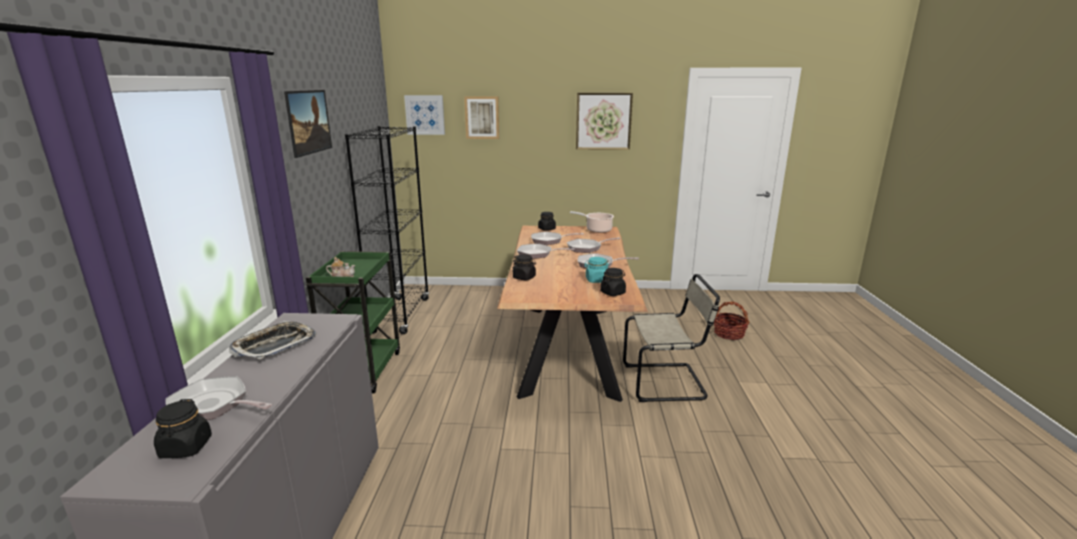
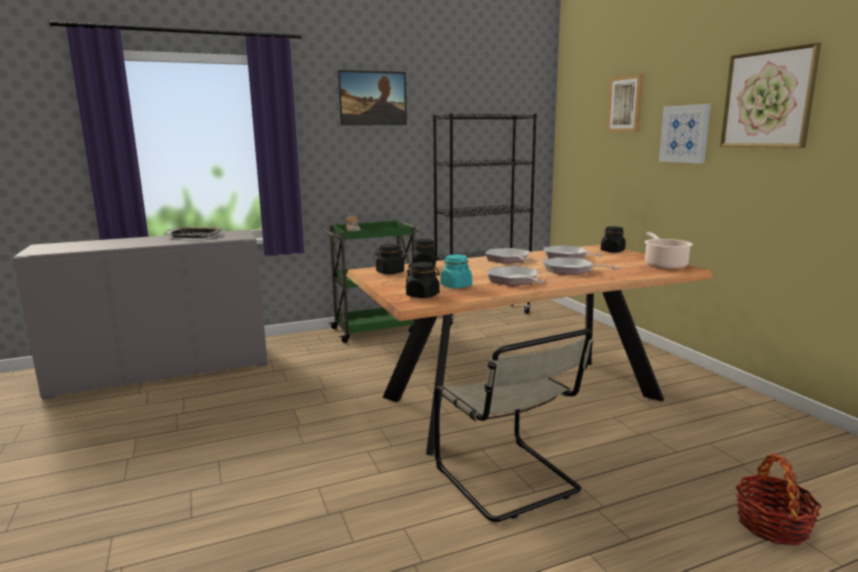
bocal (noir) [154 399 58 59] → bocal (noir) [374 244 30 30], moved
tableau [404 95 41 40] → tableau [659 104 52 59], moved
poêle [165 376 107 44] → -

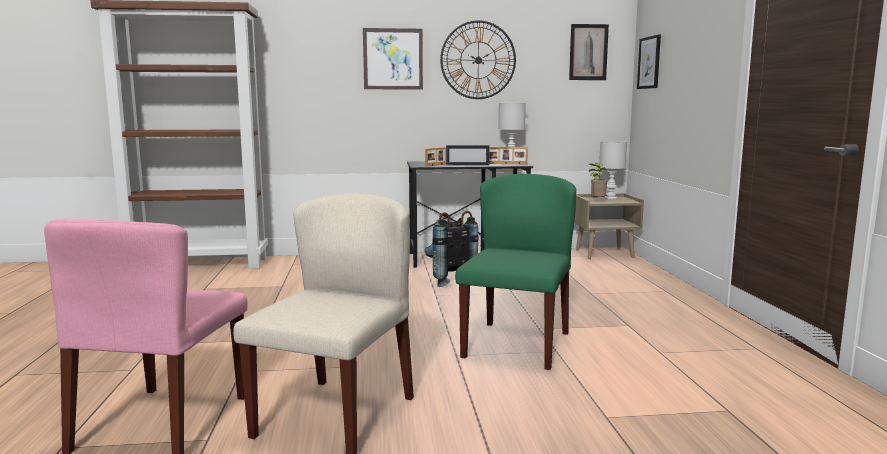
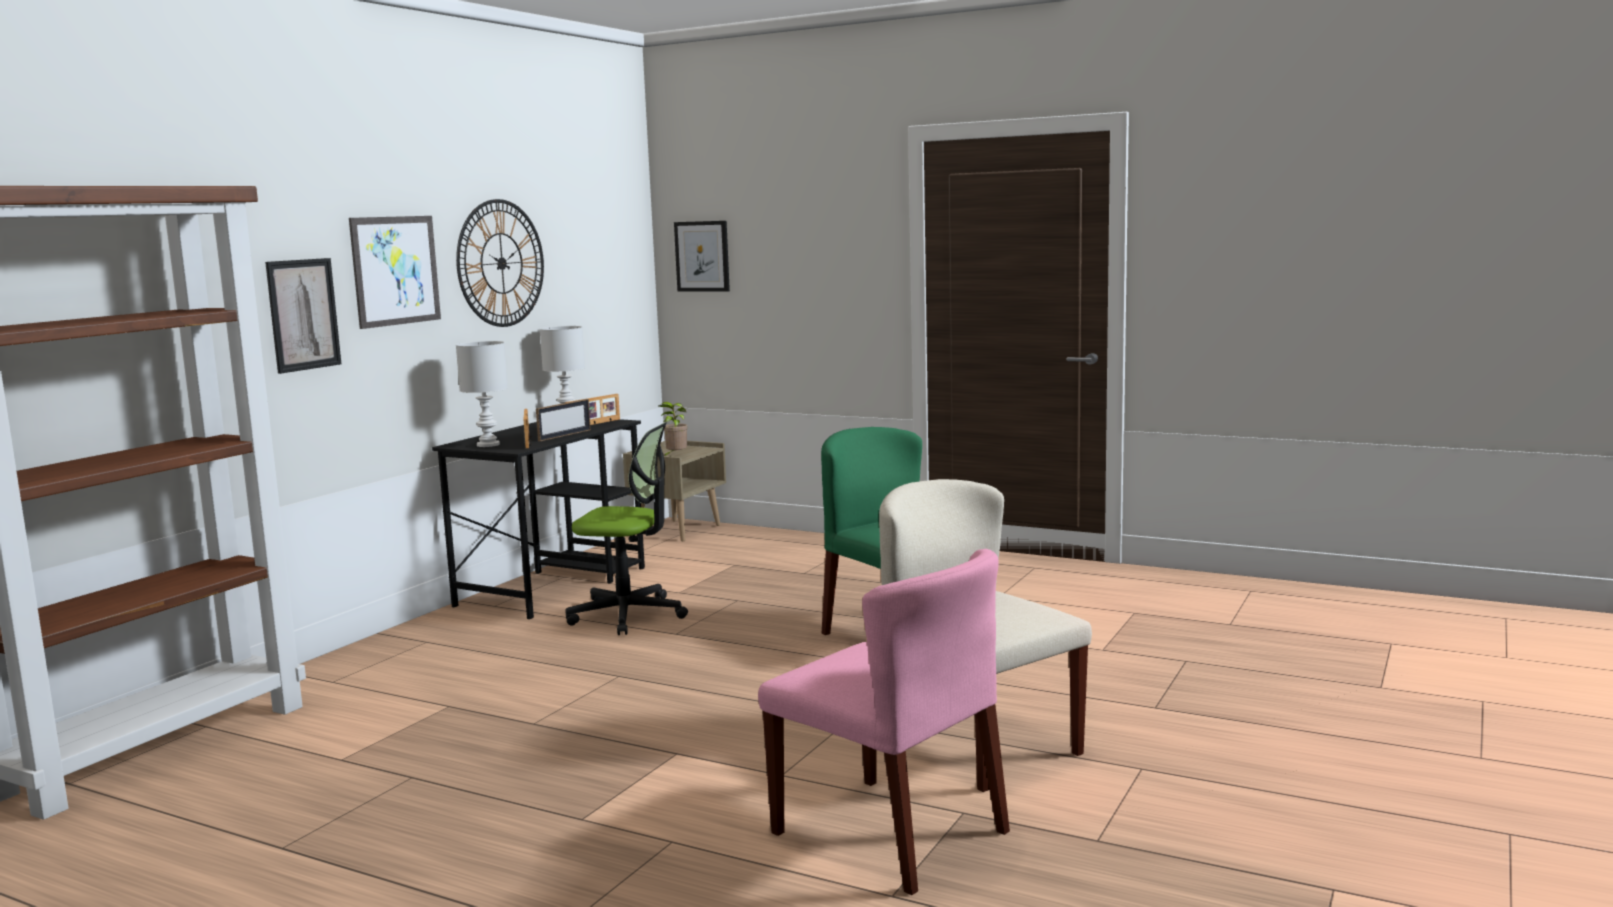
tableau [569 24 40 56] → tableau [265 258 76 116], moved
lampe de table (blanc) [599 141 28 58] → lampe de table (blanc) [456 341 52 106], moved
sac à dos (noir) [425 211 54 76] → chaise de bureau [566 422 122 213]

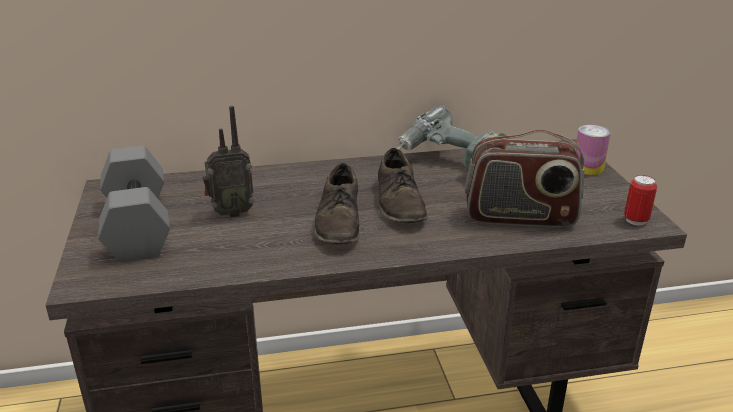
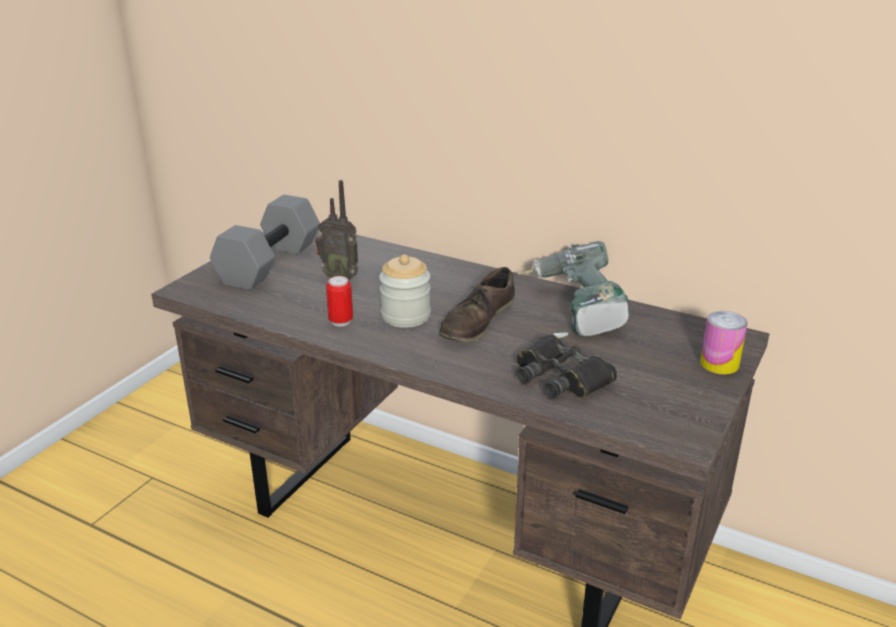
boîte métallique [624 175 33 51] → boîte métallique [326 276 27 51], moved
chaussure (marron) [314 163 46 82] → bocal [379 255 52 73]
radio [465 129 119 99] → jumelles (noir) [516 335 101 65]

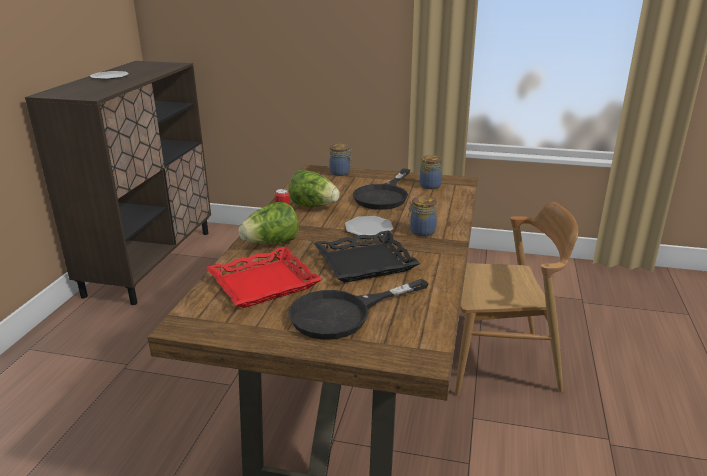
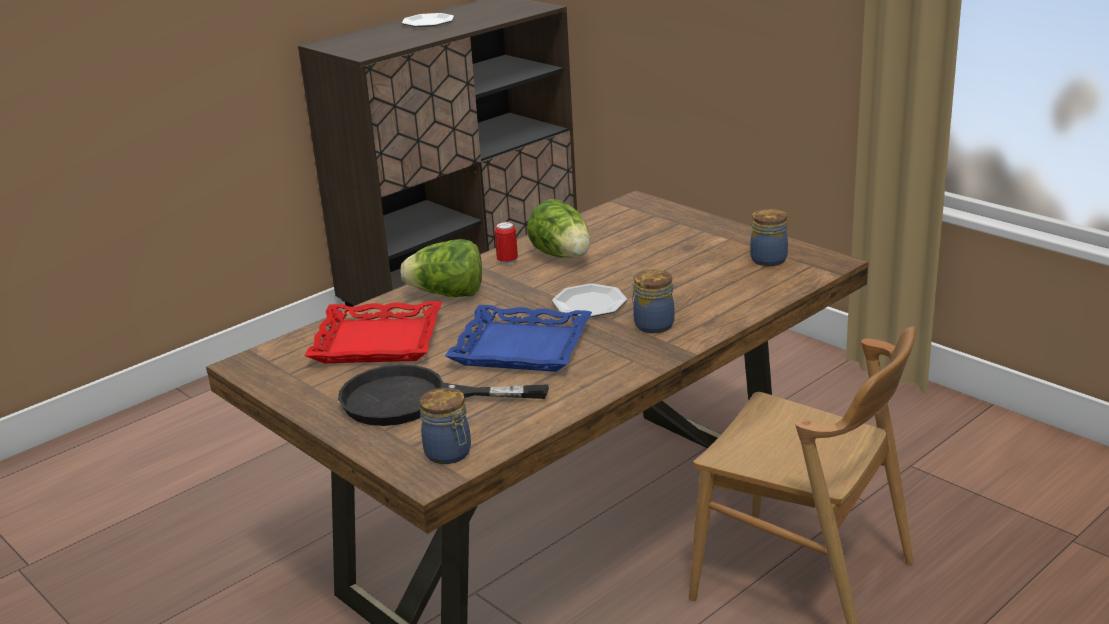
bocal [329 144 24 32] → bocal [419 388 52 76], moved
plateau (noir) [314 231 107 52] → plateau (bleu) [445 305 147 67]
poêle (noir) [353 168 57 42] → -

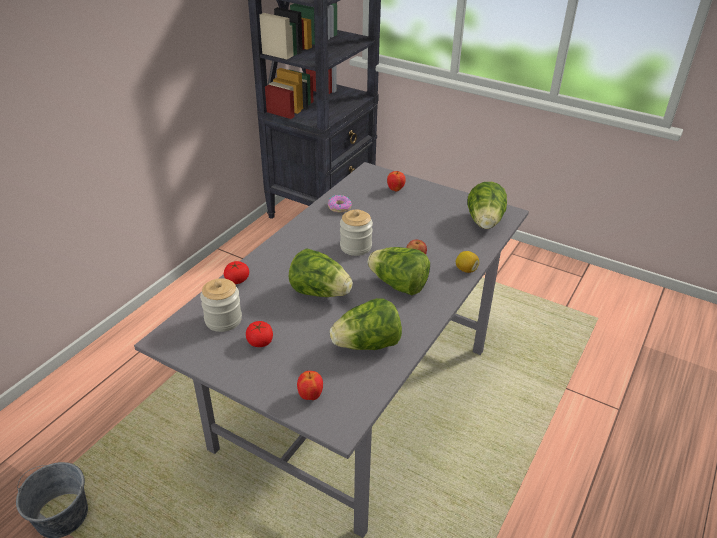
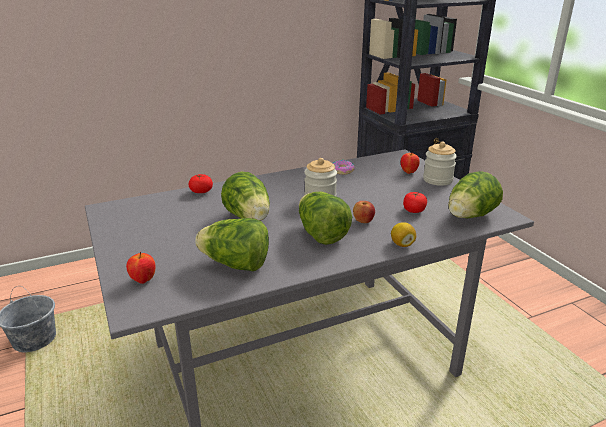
tomate [246 321 27 26] → tomate [403 192 24 21], moved
bocal [200 278 42 54] → bocal [423 142 34 44], moved

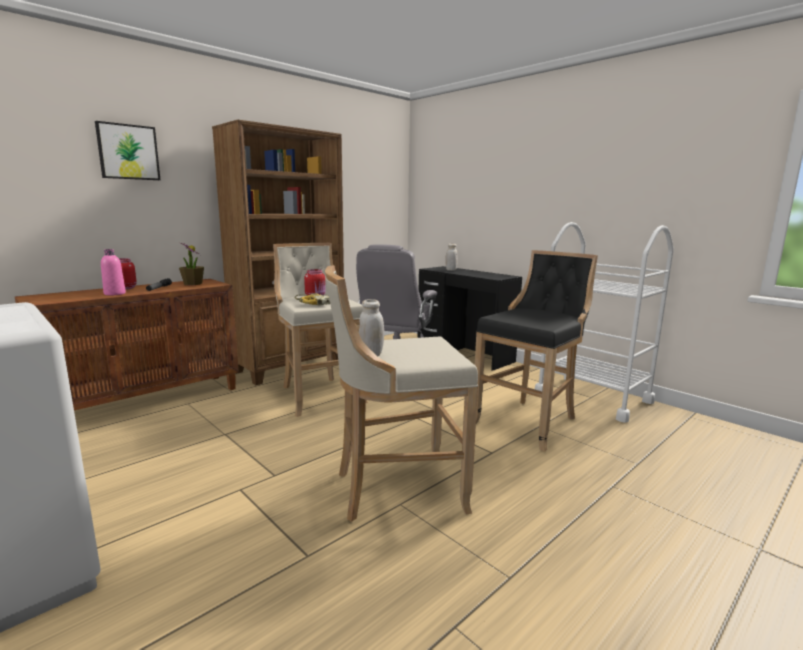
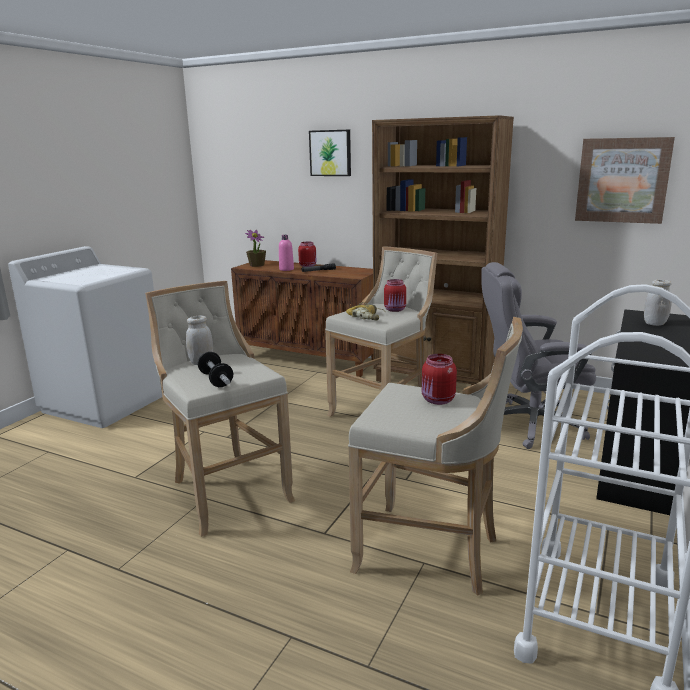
- → haltère [198 352 35 35]
plante en pot [179 243 25 42] → plante en pot [245 230 21 37], moved
tabouret (noir) [475 250 123 202] → tabouret (beige) [348 317 175 279]
- → bocal (rouge) [422 354 35 51]
- → tableau [575 137 100 87]

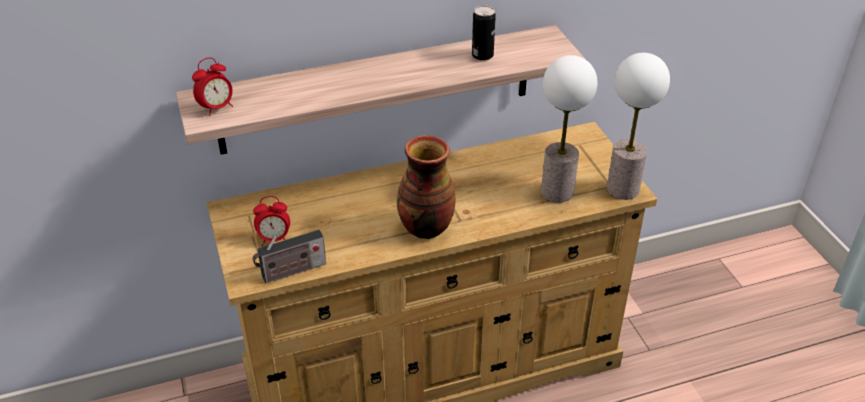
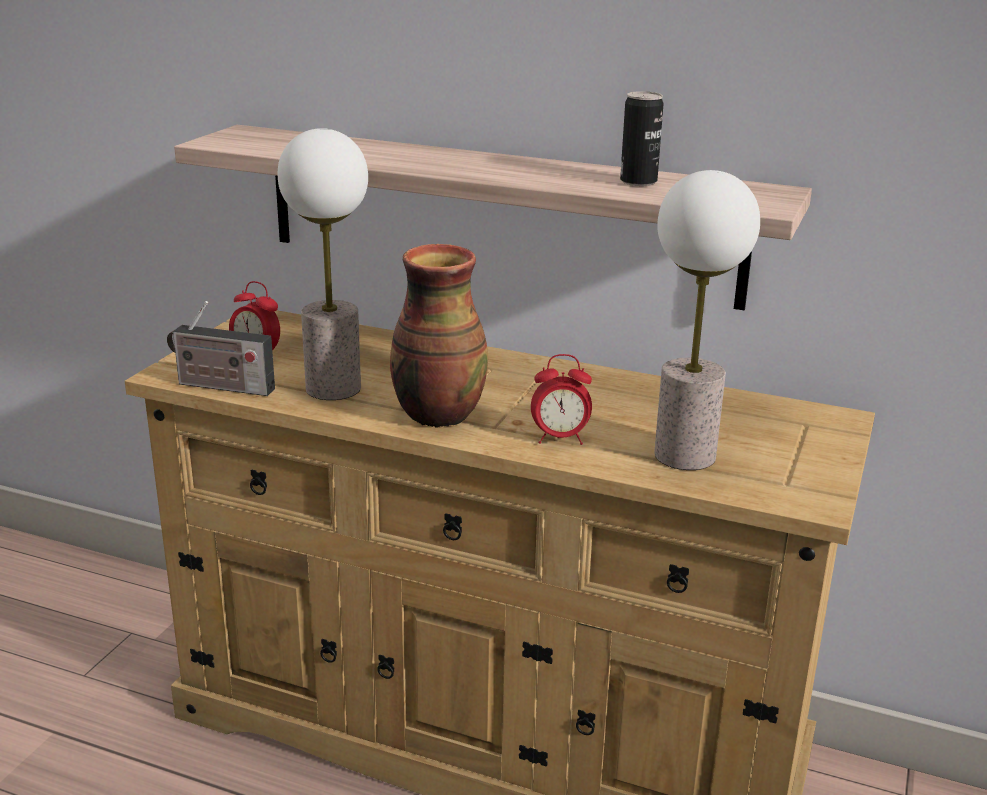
lampe de table [607 53 63 147] → lampe de table [278 128 90 272], moved
réveil [192 57 41 59] → réveil [531 354 61 91], moved

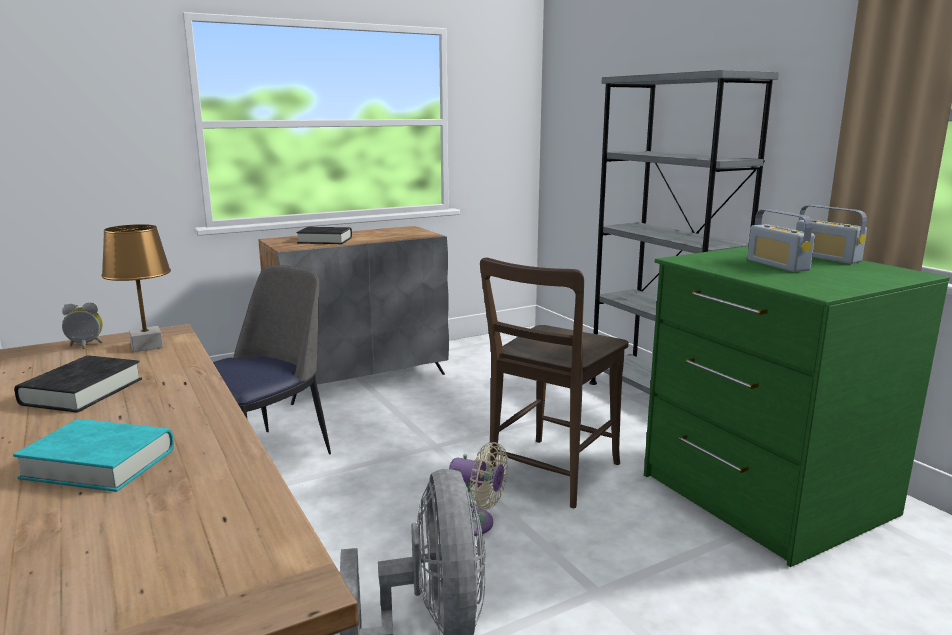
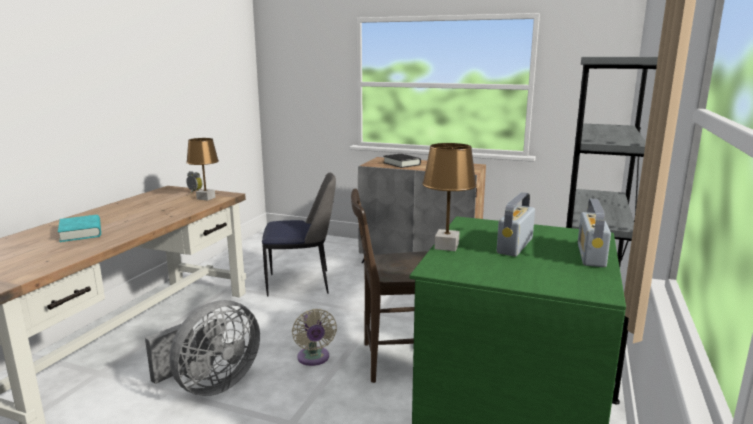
- → lampe de table (marron) [422 143 55 108]
livre (noir) [14 355 128 58] → -

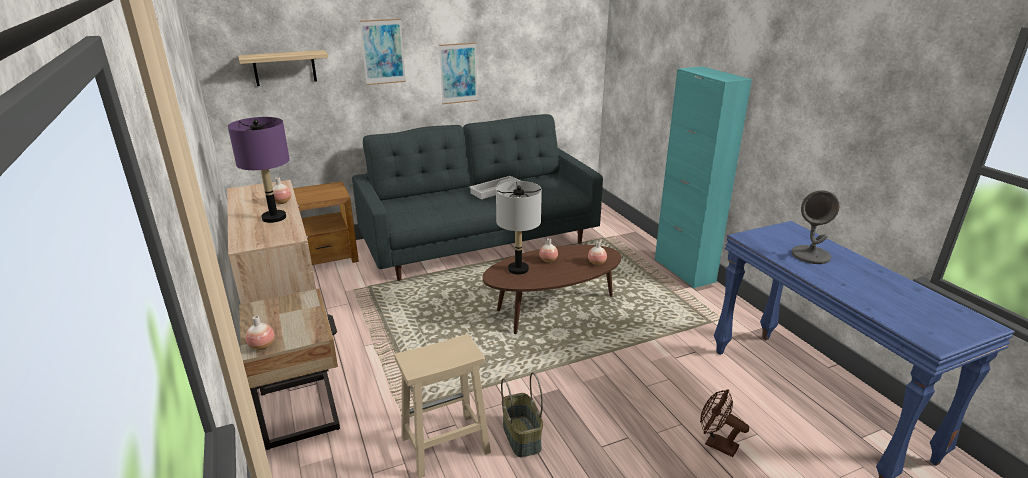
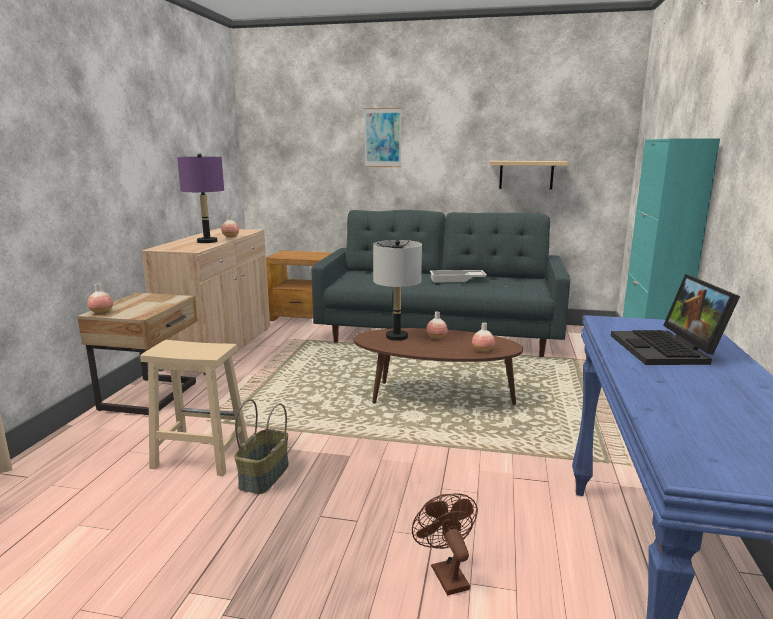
étagère [238 50 90 36] → étagère [490 161 78 29], moved
lampe de table (gris) [792 190 48 74] → ordinateur portable [611 274 129 91]
tableau [439 42 39 62] → -

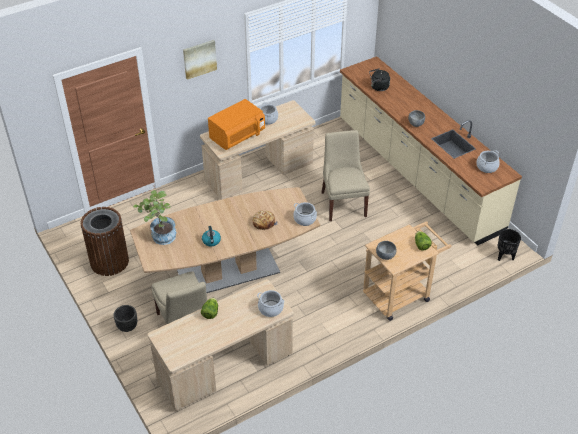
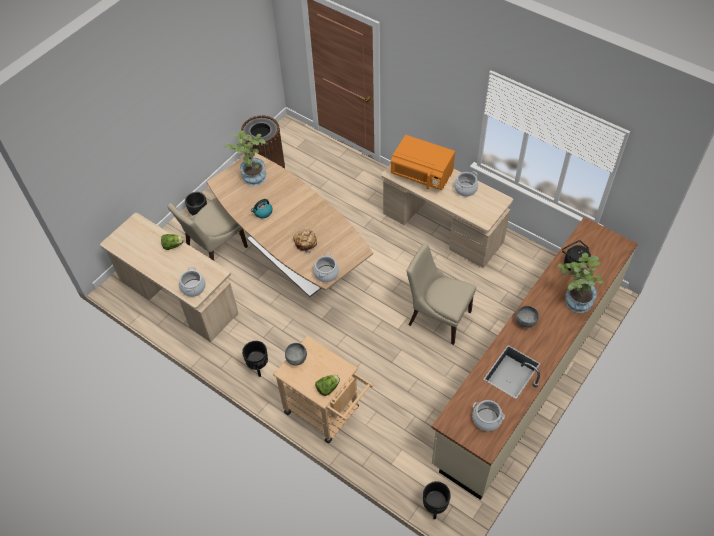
- → cache-pot (noir) [242 341 26 36]
chaise (beige) [321 130 49 91] → chaise (beige) [407 243 69 102], 120 degrees counterclockwise
- → plante en pot [558 253 45 60]
tableau [183 40 34 40] → -

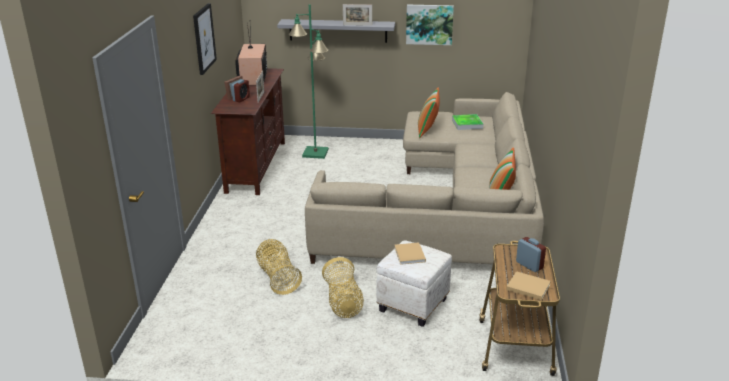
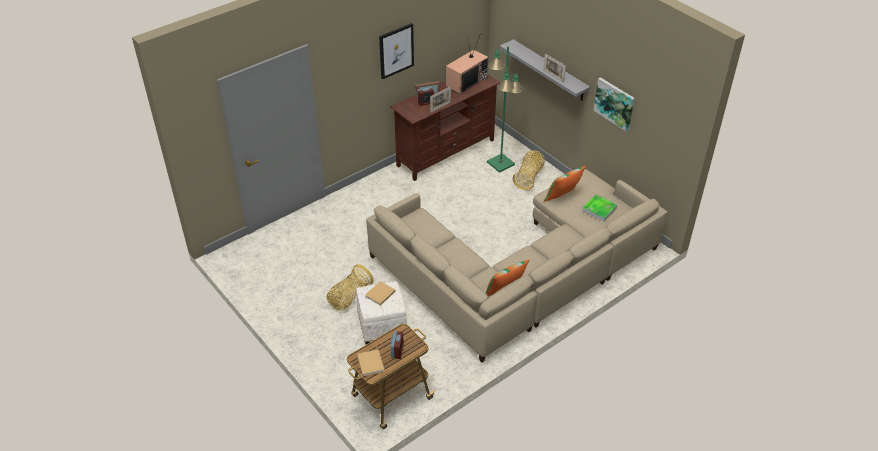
panier [256 239 46 56] → panier [513 150 32 40], moved

